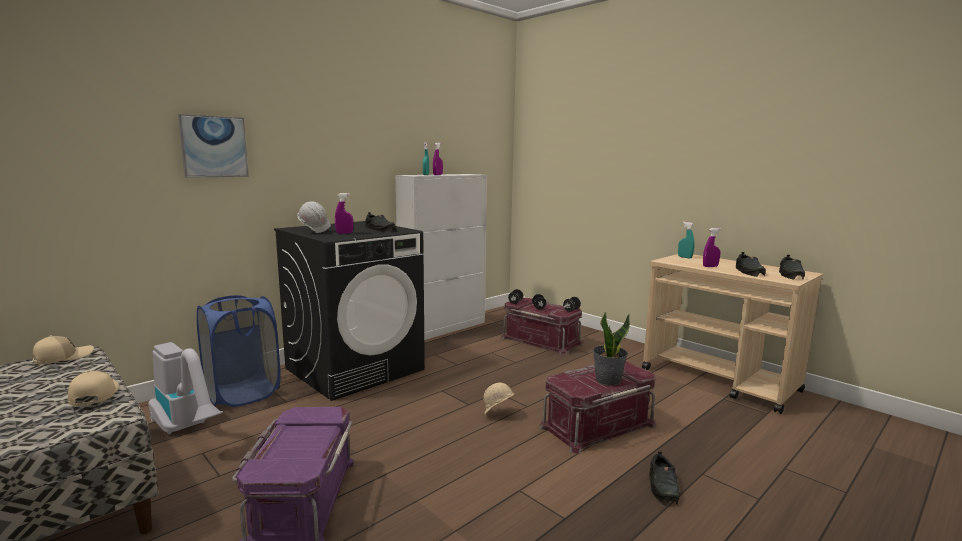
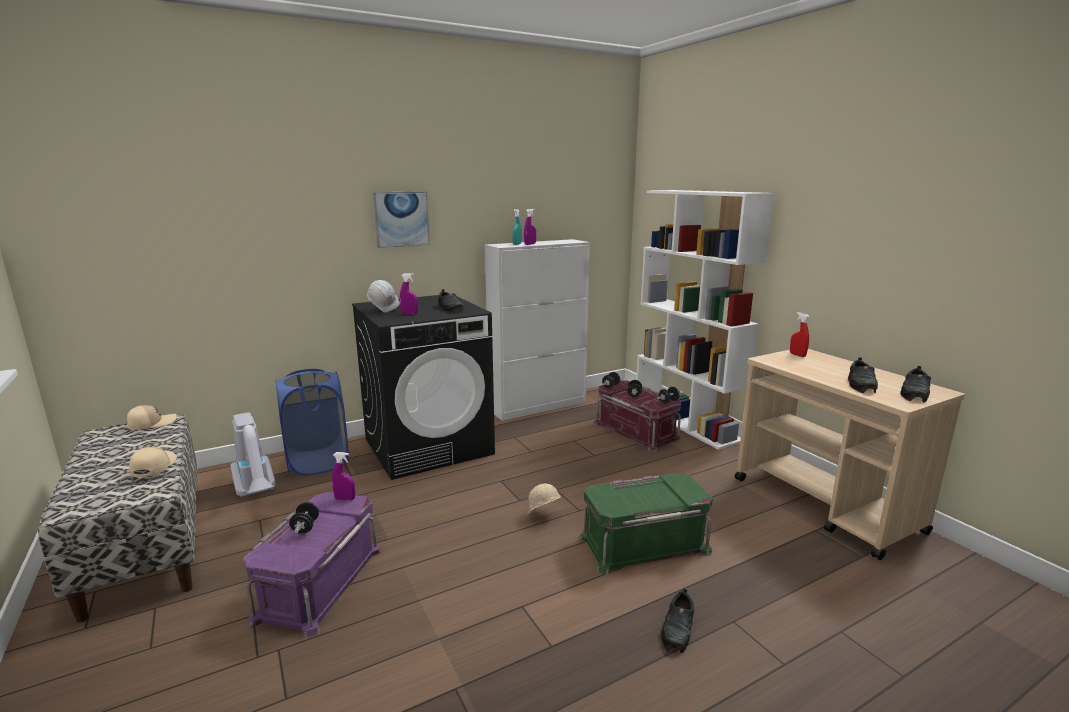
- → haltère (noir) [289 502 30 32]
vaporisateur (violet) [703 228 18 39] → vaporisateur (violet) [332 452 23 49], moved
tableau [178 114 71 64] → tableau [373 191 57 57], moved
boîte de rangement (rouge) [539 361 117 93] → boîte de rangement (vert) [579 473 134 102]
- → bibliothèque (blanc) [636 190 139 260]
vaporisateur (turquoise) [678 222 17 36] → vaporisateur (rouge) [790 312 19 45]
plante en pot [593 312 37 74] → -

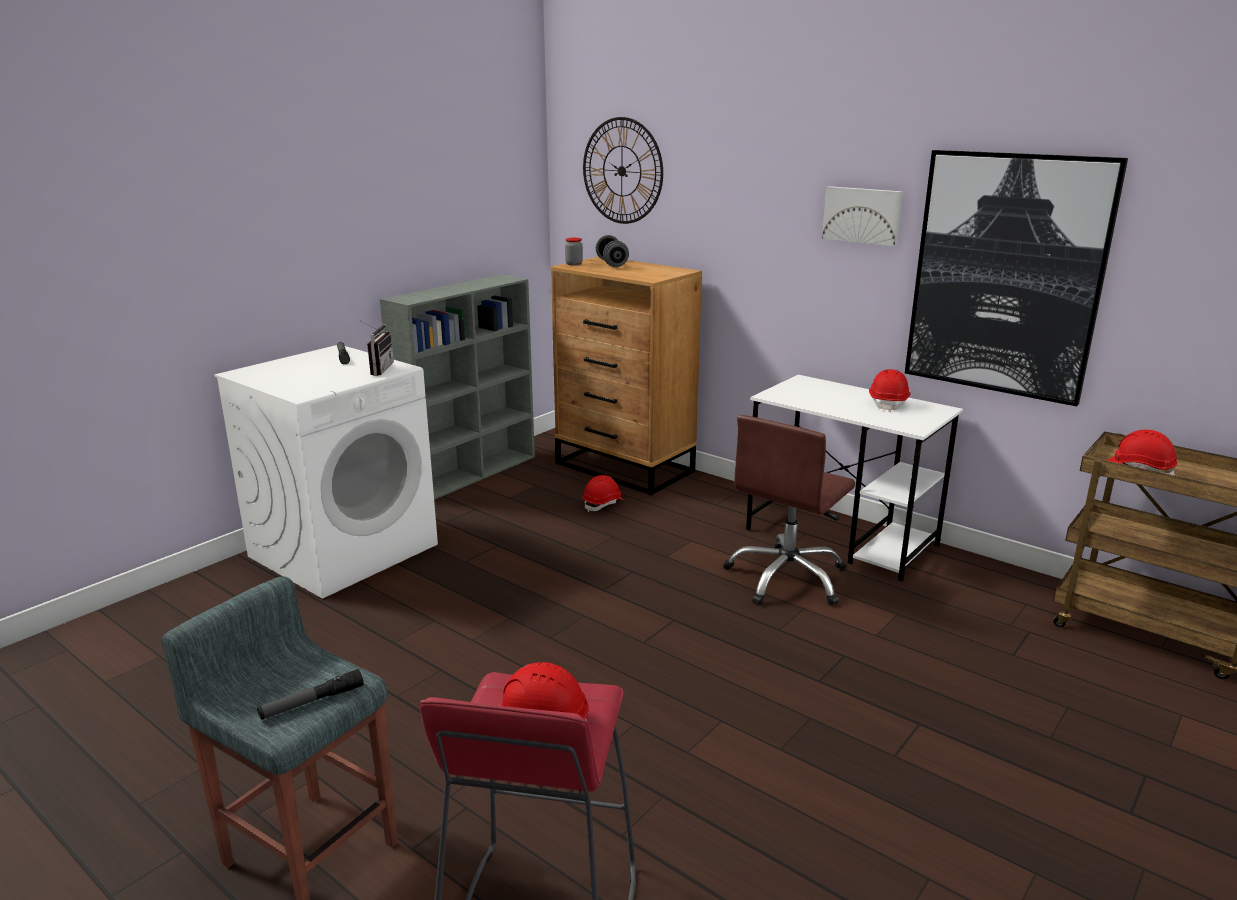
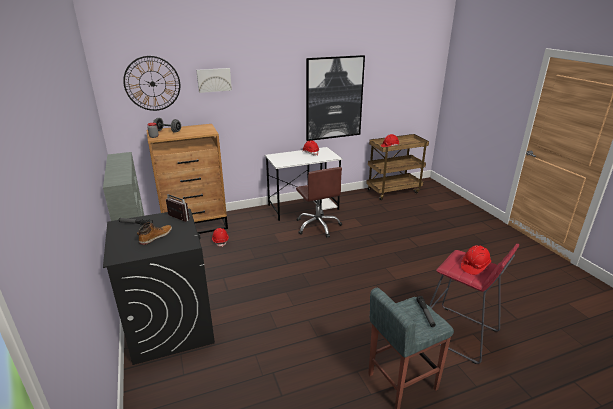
lave-linge (blanc) [214 345 224 253] → lave-linge (noir) [103 209 112 156]
- → botte [137 222 35 23]
tableau [822 186 81 60] → tableau [196 68 36 25], moved

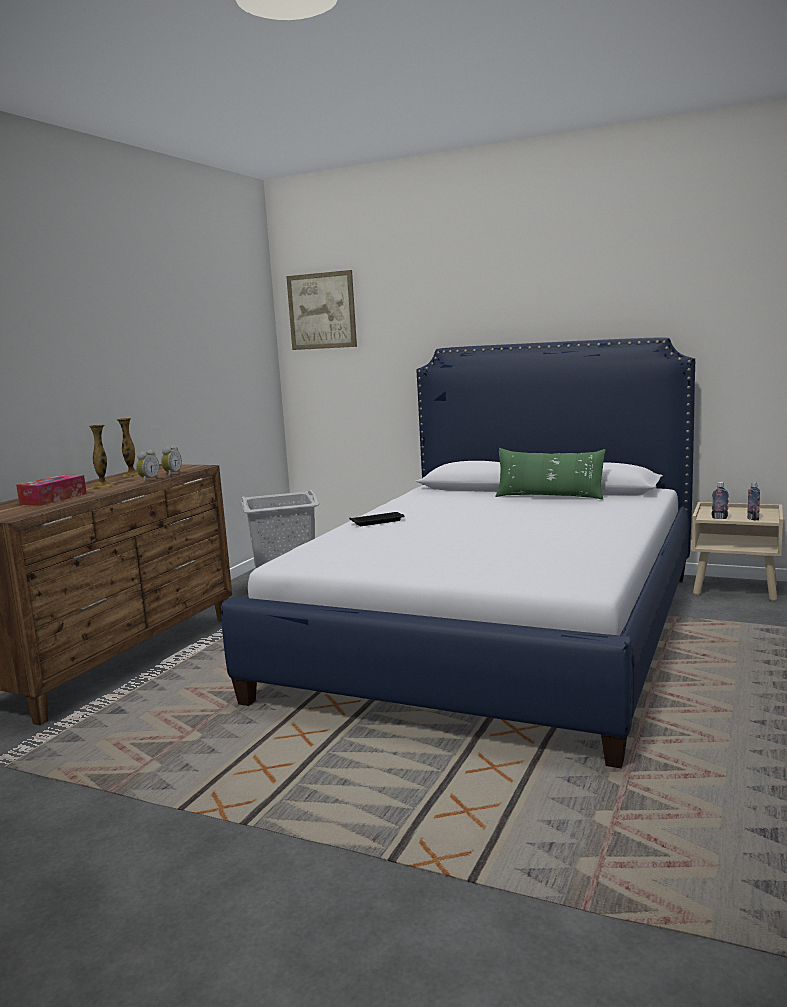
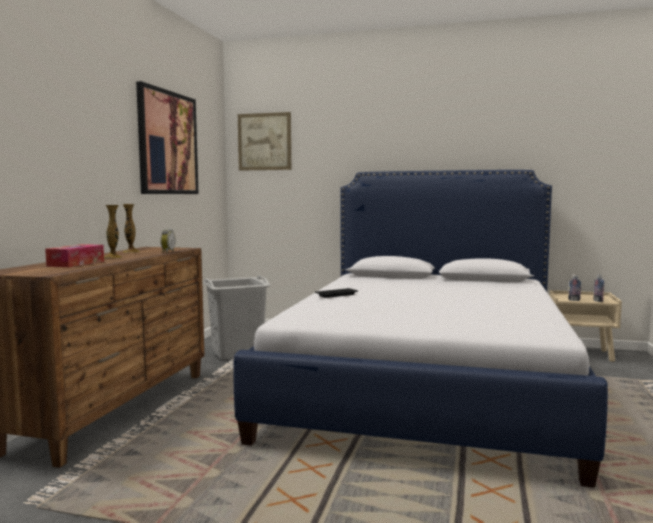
- → tableau [136 81 62 113]
réveil [136 450 23 32] → -
coussin (vert) [495 448 111 52] → -

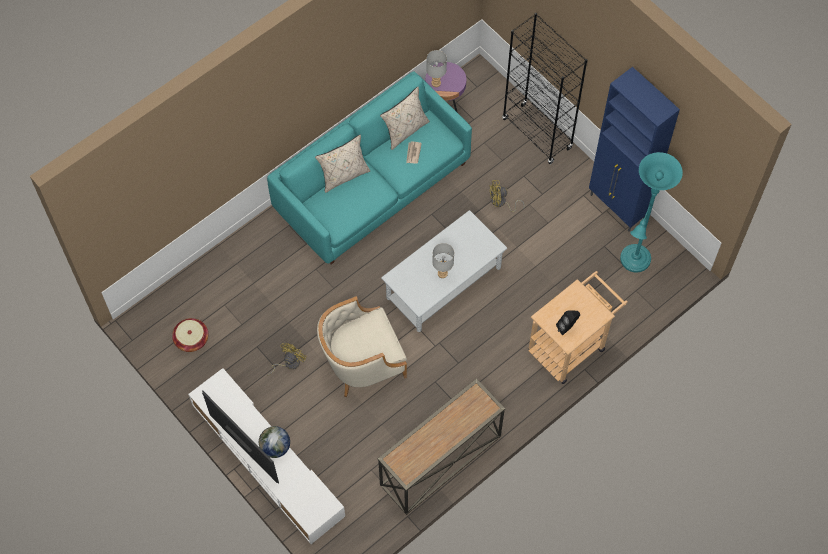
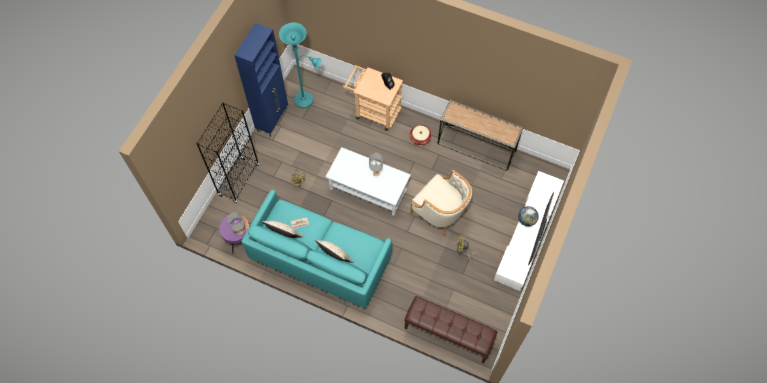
- → banc (marron) [404 296 93 67]
panier [172 318 36 34] → panier [410 125 22 20], moved

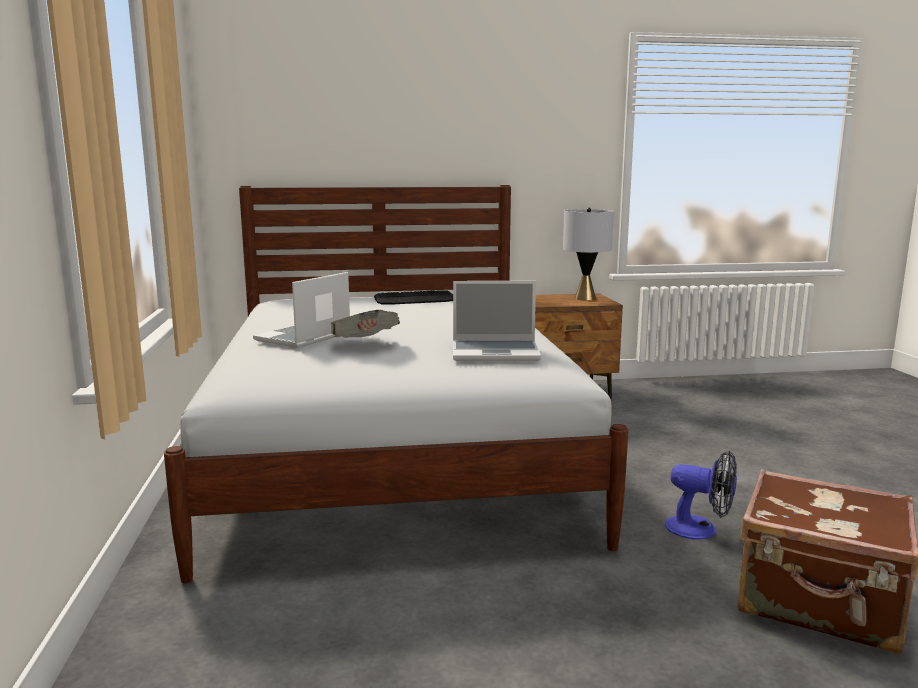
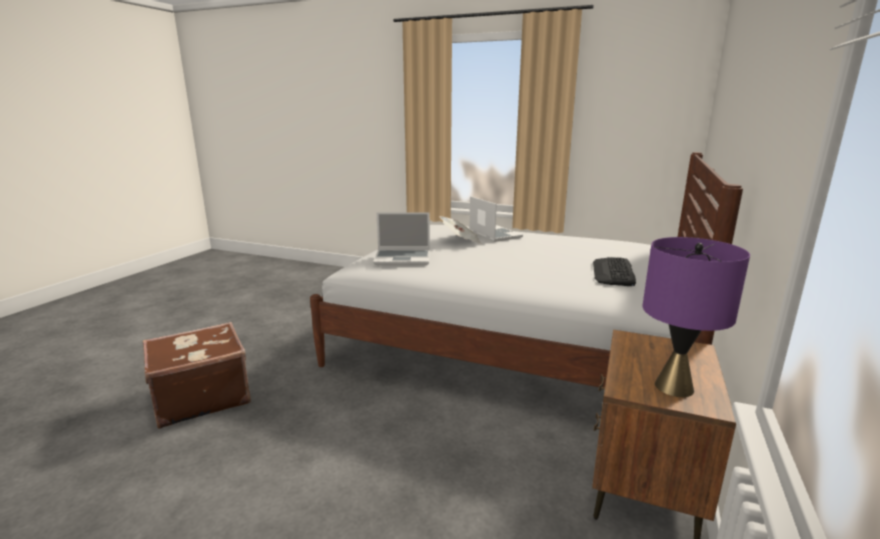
ordinateur portable [453 281 88 80] → ordinateur portable [373 212 57 53], 120 degrees counterclockwise
lampe de table (gris) [563 208 51 92] → lampe de table (violet) [643 237 107 160]
ventilateur [665 451 72 89] → -

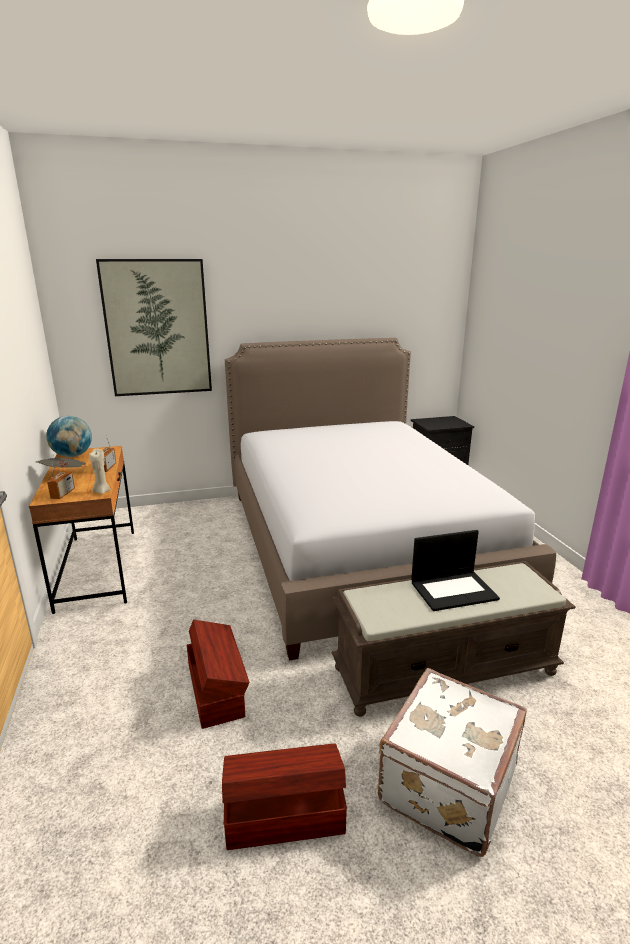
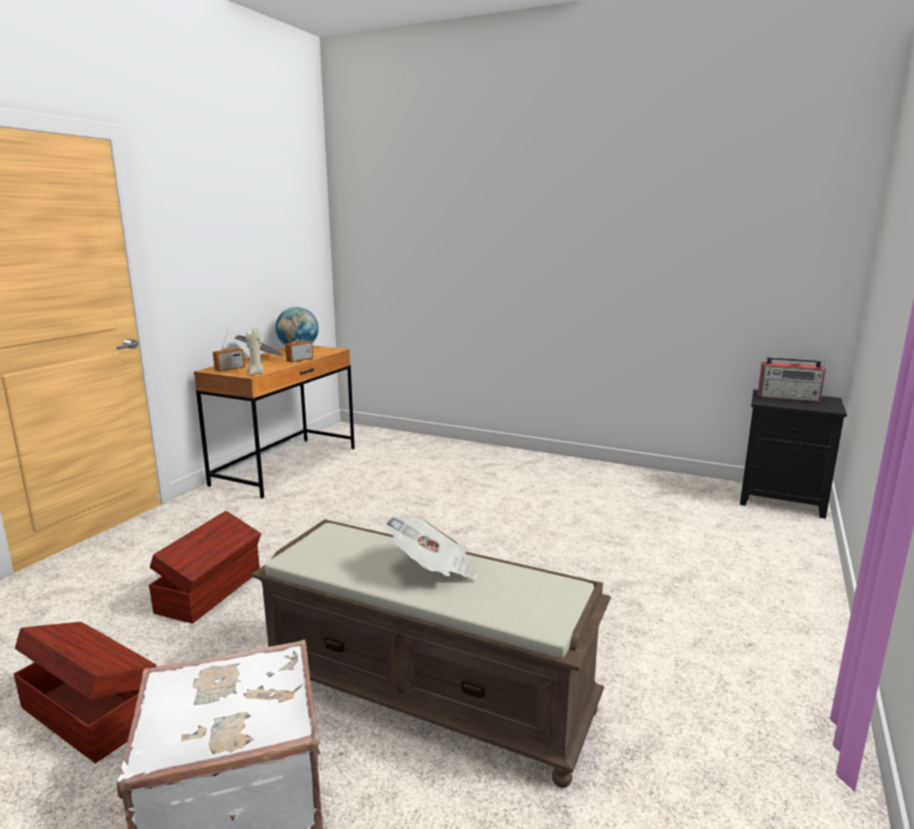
ordinateur portable [411 530 89 81] → journal [384 515 95 64]
- → radio [758 357 68 45]
tableau [96 259 116 137] → -
lit [225 338 331 323] → -

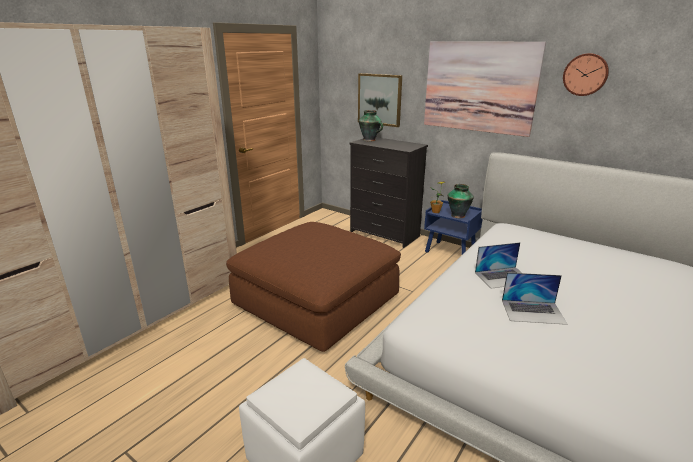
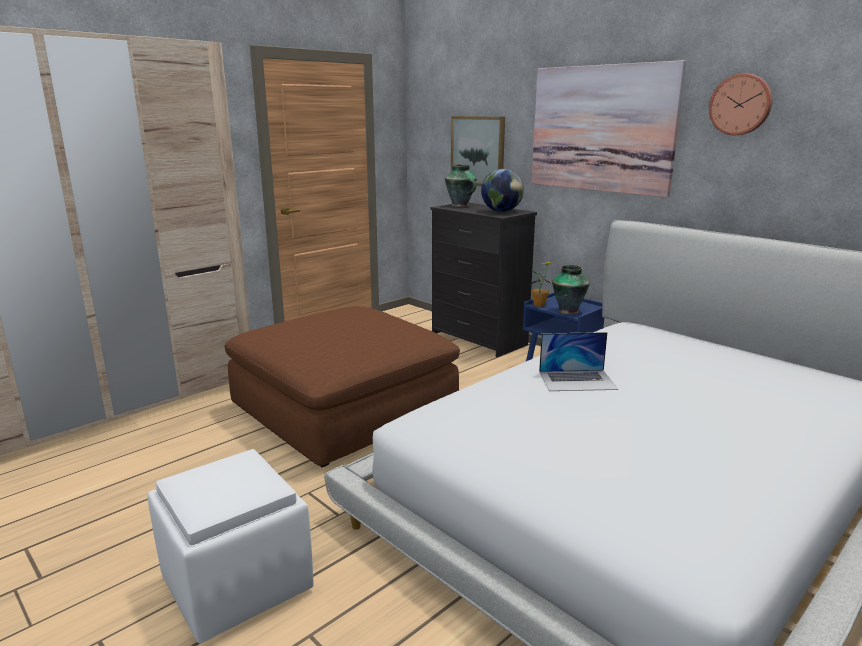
- → globe [481 169 43 43]
ordinateur portable [502 272 65 53] → -

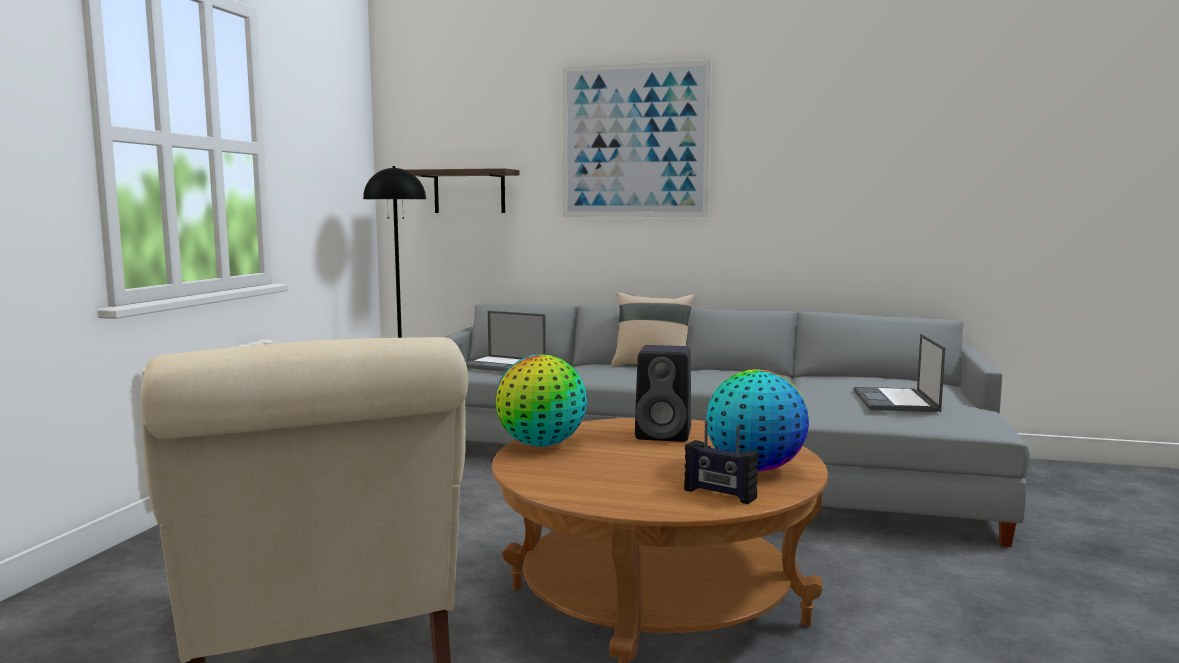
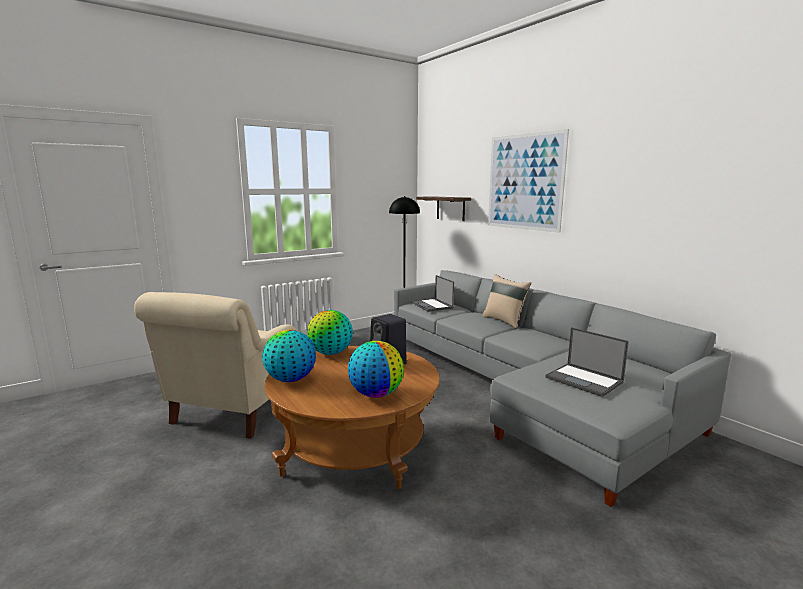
- → globe [262 330 54 52]
ordinateur portable [854 334 91 78] → ordinateur portable [545 327 84 70], 90 degrees counterclockwise
radio [684 420 75 84] → -

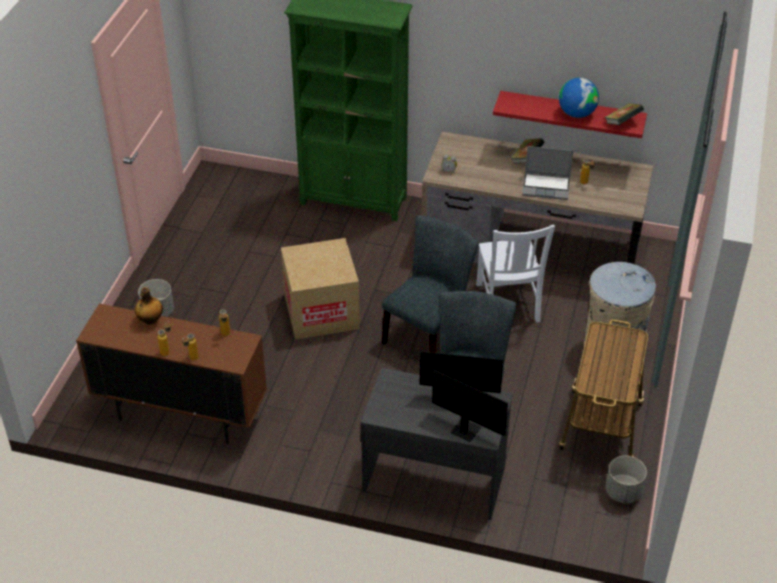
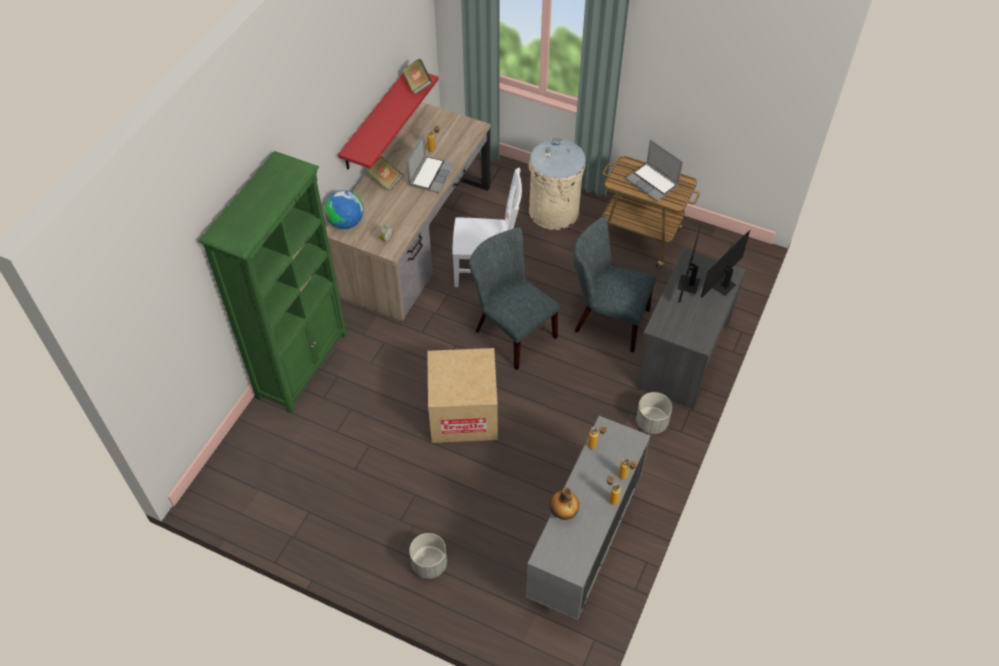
globe [559 78 40 40] → globe [324 190 39 39], moved
meuble de rangement (marron) [76 304 191 140] → meuble de rangement (gris) [526 416 124 204]
- → ordinateur portable [625 139 58 62]
cache-pot (gris) [606 456 41 48] → cache-pot (gris) [636 392 36 42], moved

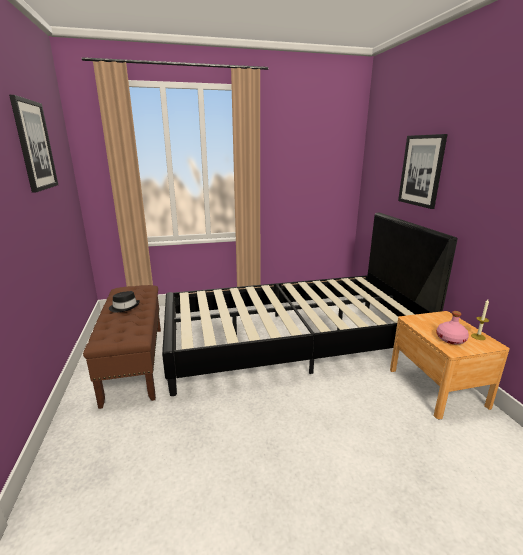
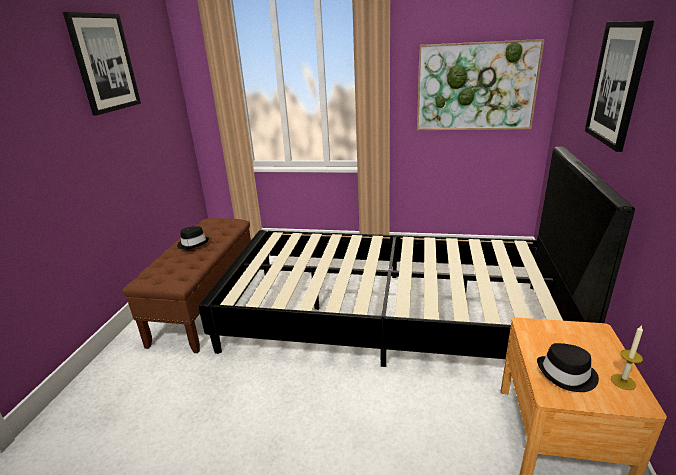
- → tableau [417 39 128 91]
bouteille (rose) [436 311 33 33] → chapeau (noir) [537 343 62 49]

